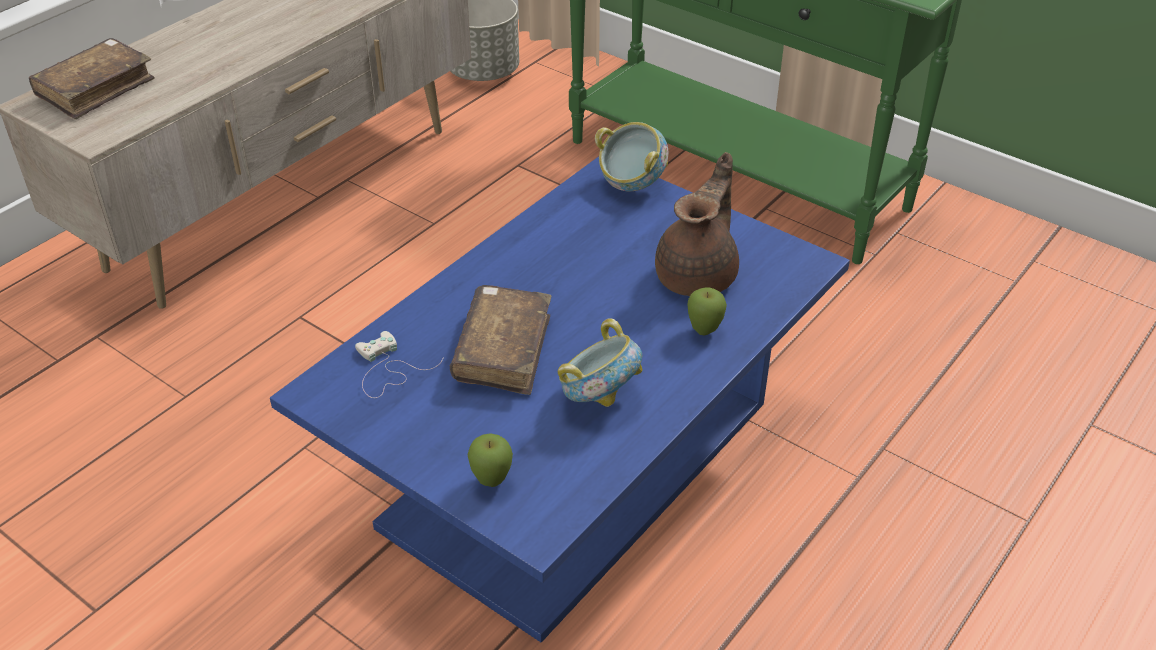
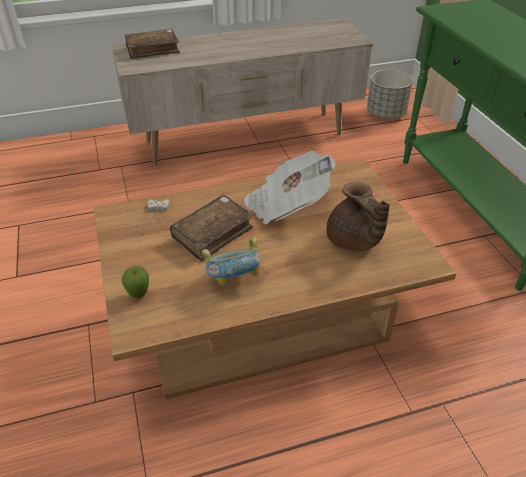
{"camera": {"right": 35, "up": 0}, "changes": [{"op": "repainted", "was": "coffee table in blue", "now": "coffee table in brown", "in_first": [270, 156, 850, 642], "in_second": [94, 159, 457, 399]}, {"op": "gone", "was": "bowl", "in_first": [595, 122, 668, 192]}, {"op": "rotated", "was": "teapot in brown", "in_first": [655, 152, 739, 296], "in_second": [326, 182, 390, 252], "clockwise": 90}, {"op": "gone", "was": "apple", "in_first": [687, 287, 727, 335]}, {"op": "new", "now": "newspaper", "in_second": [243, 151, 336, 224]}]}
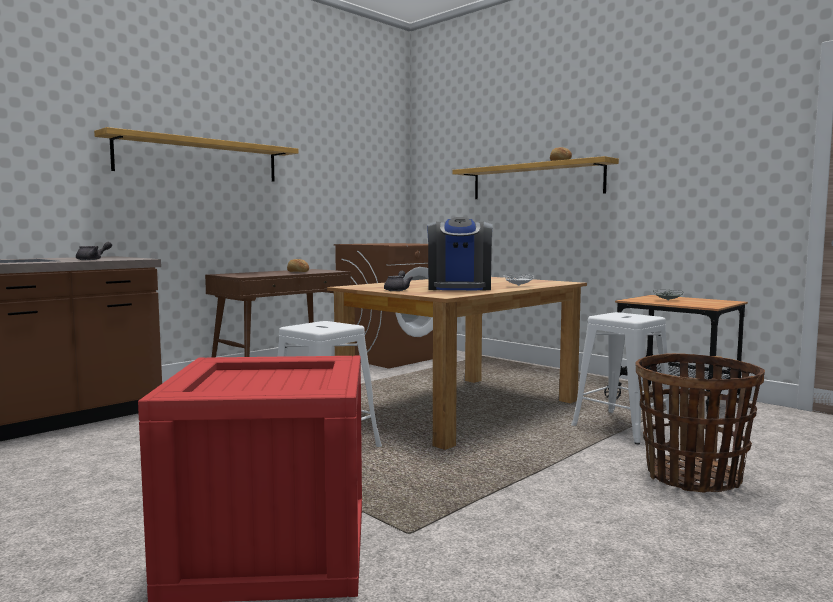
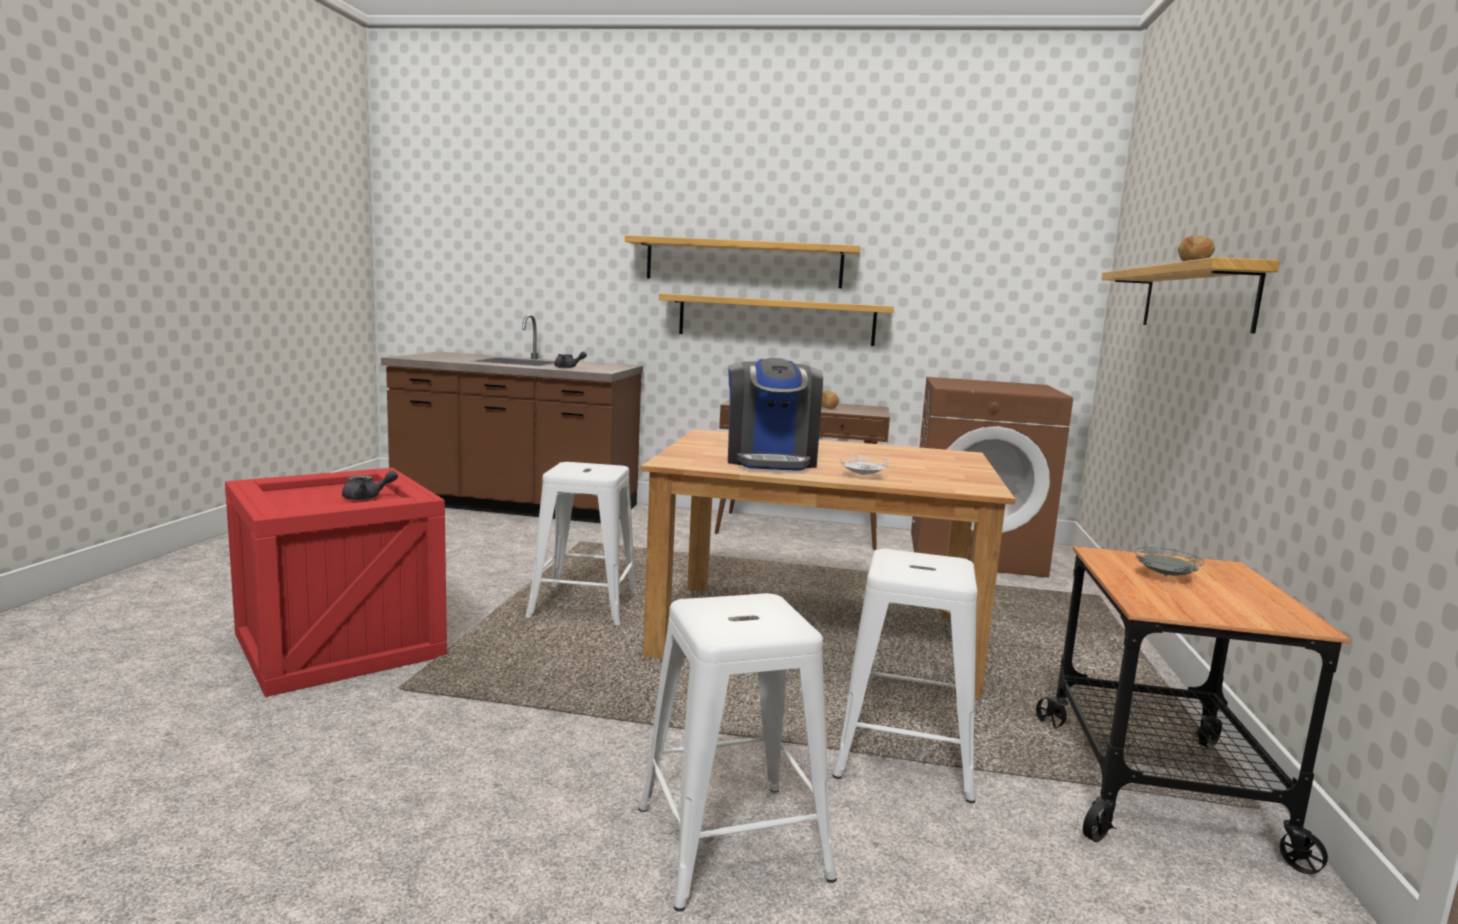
{"camera": {"right": 55, "up": 5}, "changes": [{"op": "shifted", "was": "teapot in grey", "in_first": [384, 271, 413, 291], "in_second": [342, 470, 398, 500]}, {"op": "rotated", "was": "coffee machine", "in_first": [427, 217, 493, 291], "in_second": [728, 358, 823, 471], "clockwise": -60}, {"op": "swapped", "was": "basket", "now": "stool in white", "in_first": [635, 353, 765, 492], "in_second": [638, 593, 837, 912]}, {"op": "new", "now": "shelf", "in_second": [659, 294, 894, 346]}]}
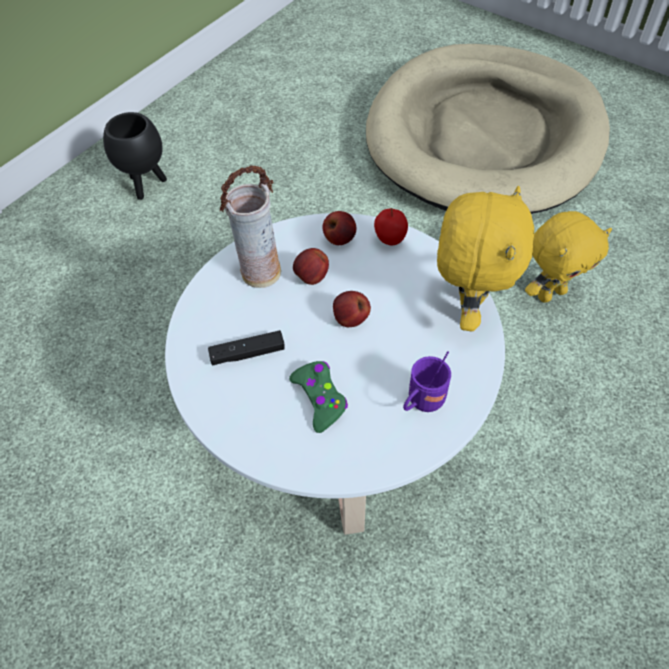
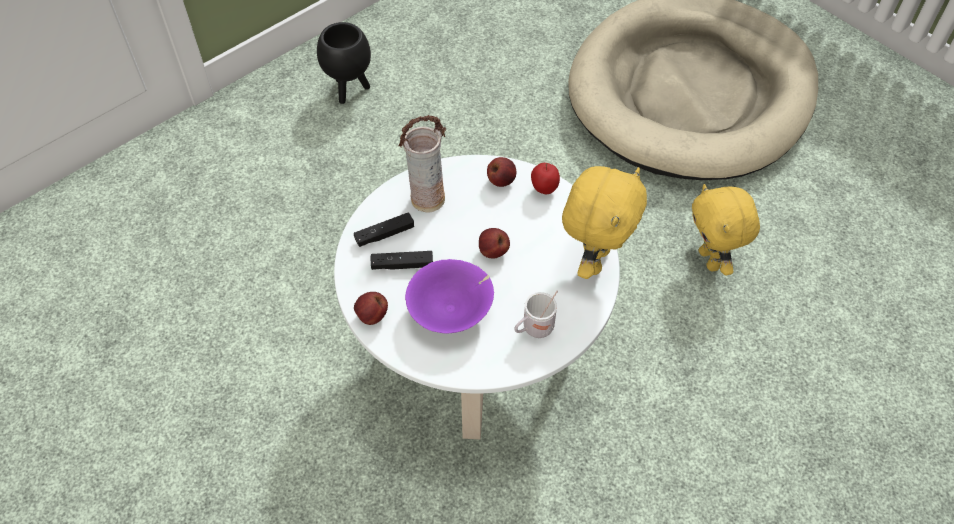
{"camera": {"right": 10, "up": 0}, "changes": [{"op": "swapped", "was": "game controller in green", "now": "bowl in purple", "in_first": [289, 361, 348, 433], "in_second": [405, 259, 494, 333]}, {"op": "shifted", "was": "apple", "in_first": [293, 248, 329, 285], "in_second": [354, 292, 388, 325]}, {"op": "repainted", "was": "mug in purple", "now": "mug in white", "in_first": [403, 351, 451, 412], "in_second": [515, 291, 558, 338]}, {"op": "rotated", "was": "plush toy in yellow", "in_first": [525, 211, 612, 303], "in_second": [692, 184, 760, 276], "clockwise": 90}, {"op": "new", "now": "game controller in black", "in_second": [354, 213, 414, 247]}]}
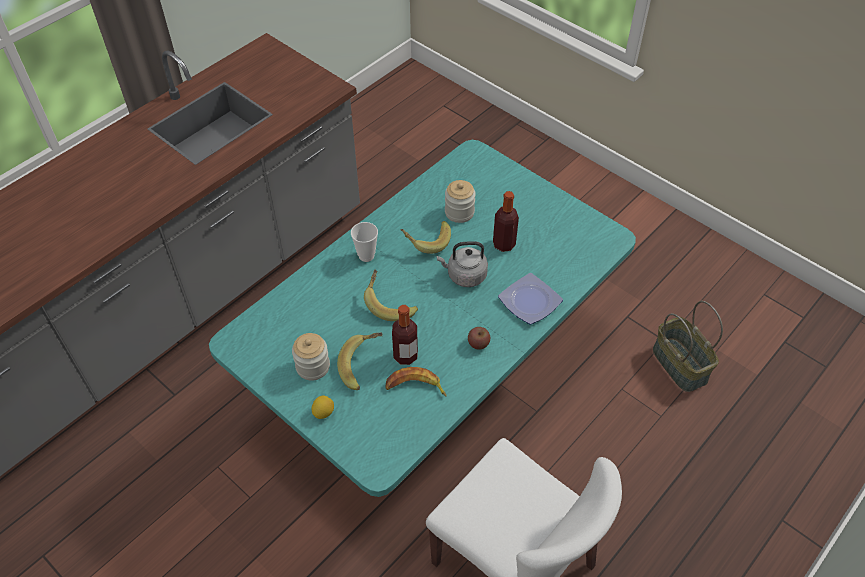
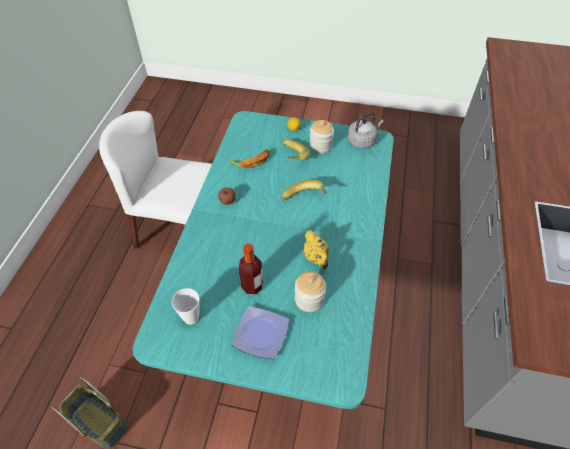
{"camera": {"right": 150, "up": 0}, "changes": [{"op": "shifted", "was": "cup", "in_first": [351, 222, 378, 262], "in_second": [172, 288, 200, 325]}, {"op": "gone", "was": "bottle", "in_first": [392, 305, 418, 365]}, {"op": "swapped", "was": "banana", "now": "teapot in yellow", "in_first": [401, 221, 451, 254], "in_second": [304, 230, 329, 269]}, {"op": "shifted", "was": "kettle in grey", "in_first": [437, 241, 488, 287], "in_second": [348, 112, 384, 148]}, {"op": "shifted", "was": "plate", "in_first": [498, 273, 563, 325], "in_second": [231, 306, 289, 359]}]}
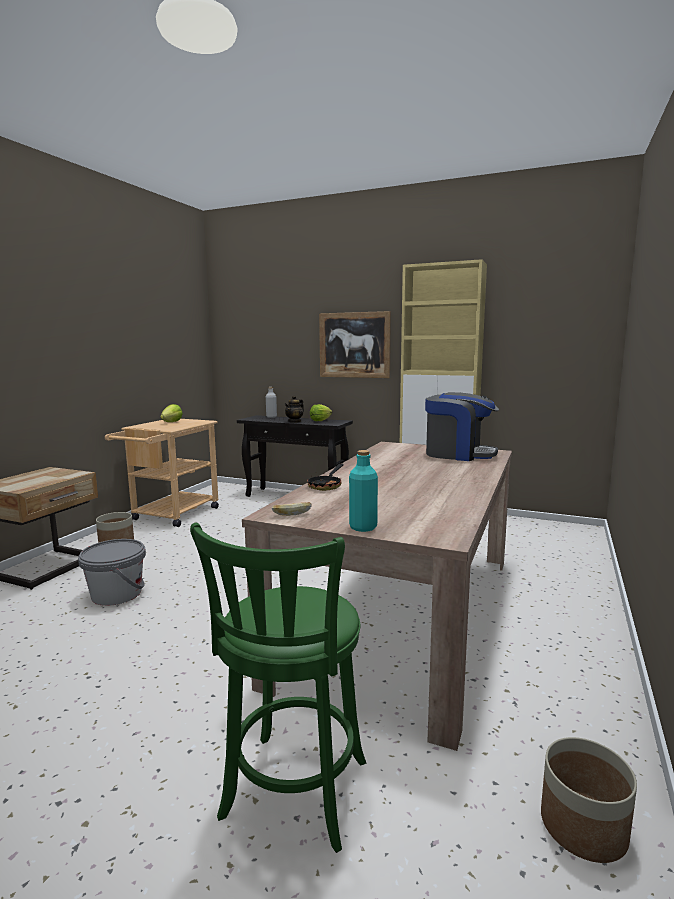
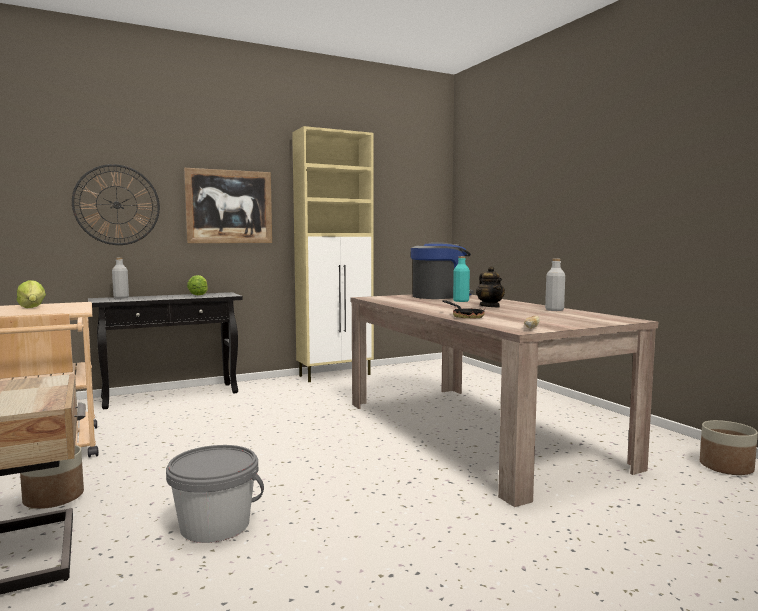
{"camera": {"right": -50, "up": -5}, "changes": [{"op": "gone", "was": "stool in green", "in_first": [190, 523, 366, 853]}, {"op": "shifted", "was": "teapot", "in_first": [284, 395, 304, 423], "in_second": [476, 266, 505, 307]}, {"op": "shifted", "was": "bottle in turquoise", "in_first": [349, 450, 378, 532], "in_second": [453, 256, 470, 302]}, {"op": "new", "now": "wall clock", "in_second": [72, 164, 160, 245]}, {"op": "new", "now": "bottle in grey", "in_second": [545, 259, 565, 311]}]}
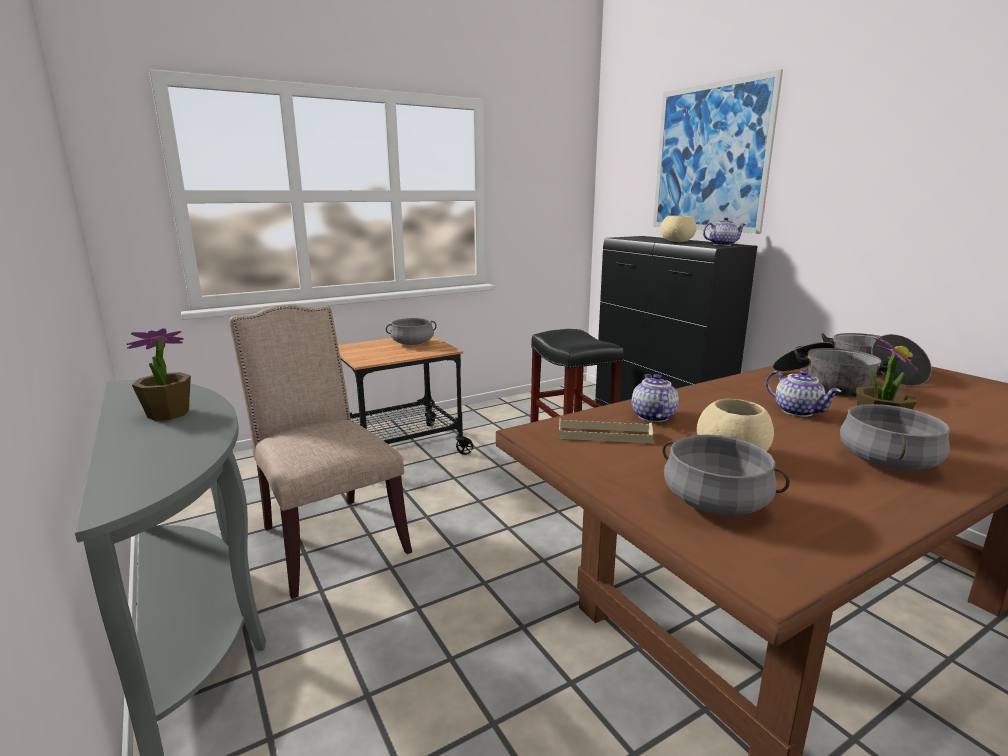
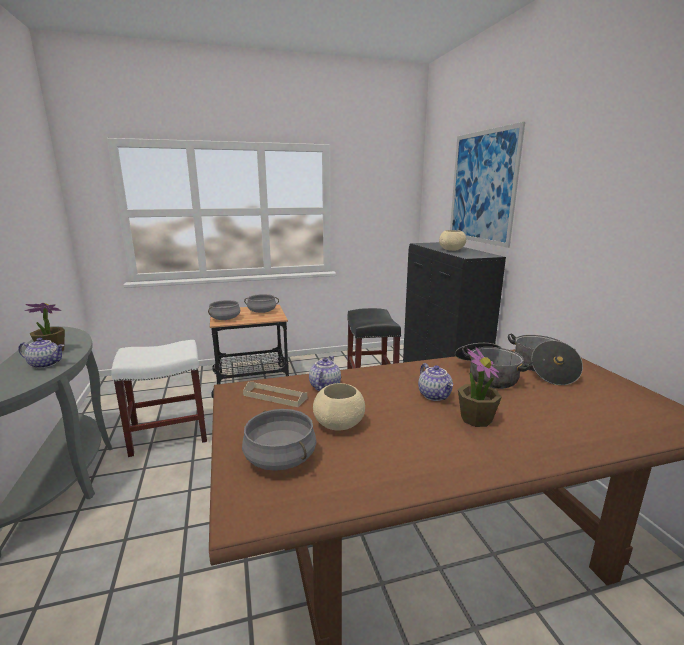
{"camera": {"right": 15, "up": 0}, "changes": [{"op": "swapped", "was": "chair in beige", "now": "stool in white", "in_first": [229, 304, 412, 599], "in_second": [111, 340, 207, 458]}, {"op": "shifted", "was": "teapot", "in_first": [703, 217, 746, 246], "in_second": [18, 338, 64, 369]}, {"op": "shifted", "was": "cooking pot in grey", "in_first": [840, 404, 950, 471], "in_second": [208, 300, 240, 320]}]}
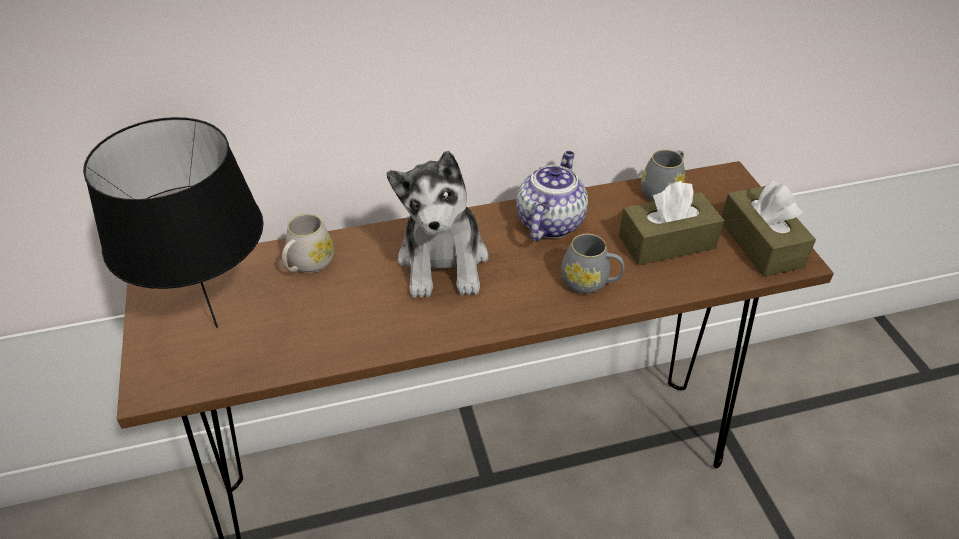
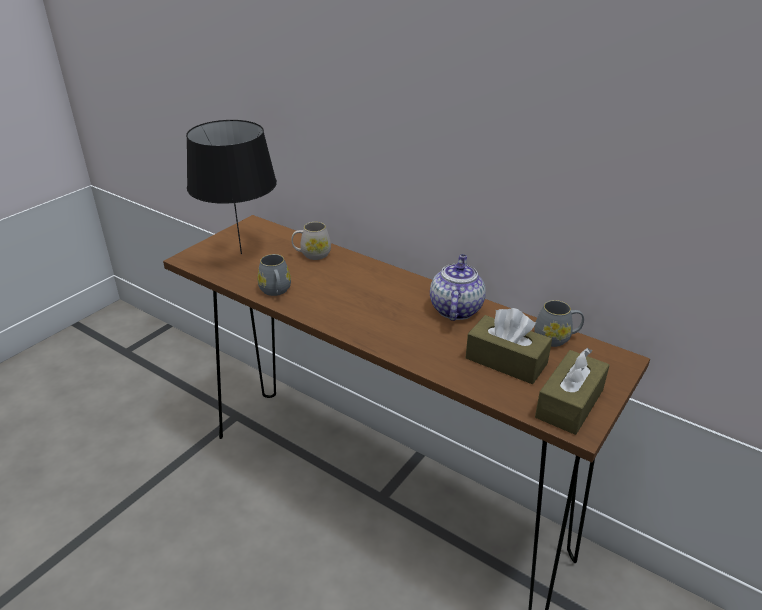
{"camera": {"right": 50, "up": -10}, "changes": [{"op": "gone", "was": "plush toy", "in_first": [387, 151, 489, 298]}, {"op": "rotated", "was": "teapot", "in_first": [516, 151, 588, 241], "in_second": [430, 254, 486, 321], "clockwise": -60}, {"op": "shifted", "was": "mug in grey", "in_first": [561, 234, 625, 294], "in_second": [257, 254, 291, 296]}]}
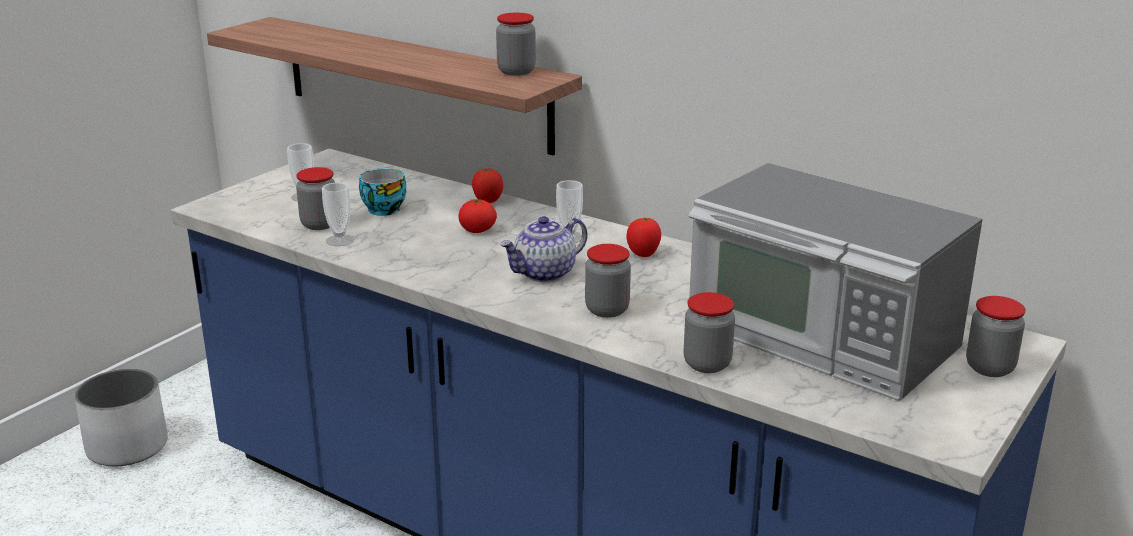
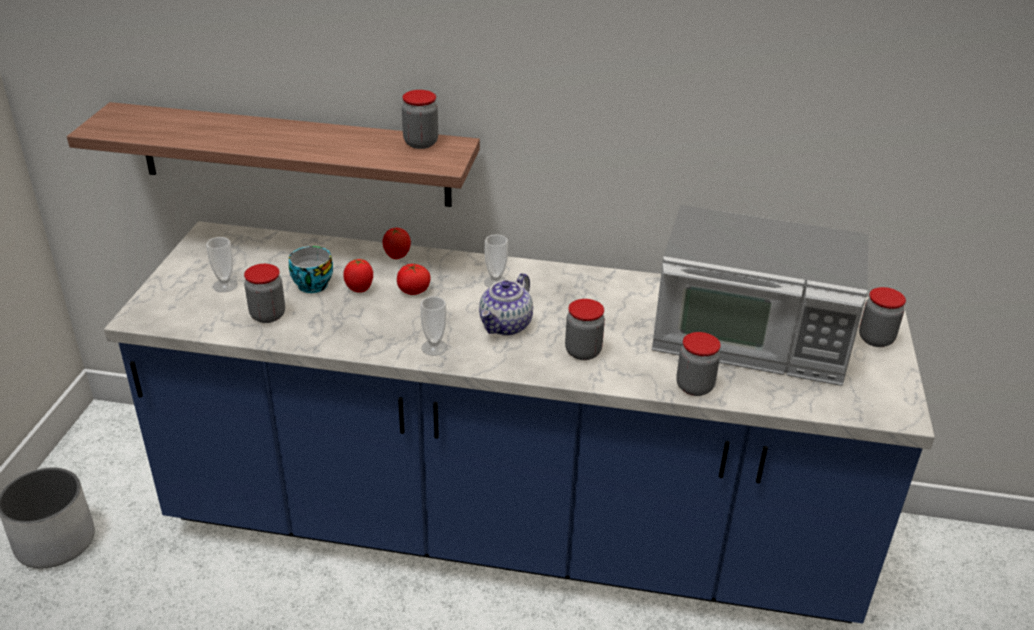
{"camera": {"right": -25, "up": 10}, "changes": [{"op": "shifted", "was": "cup", "in_first": [322, 183, 354, 246], "in_second": [421, 296, 448, 356]}, {"op": "shifted", "was": "tomato", "in_first": [627, 217, 661, 257], "in_second": [343, 259, 373, 293]}]}
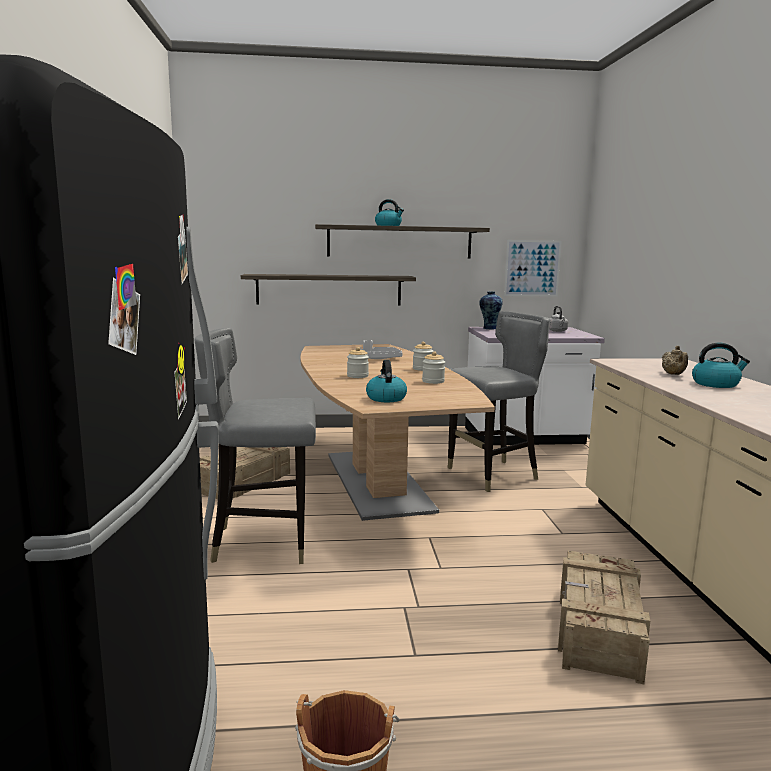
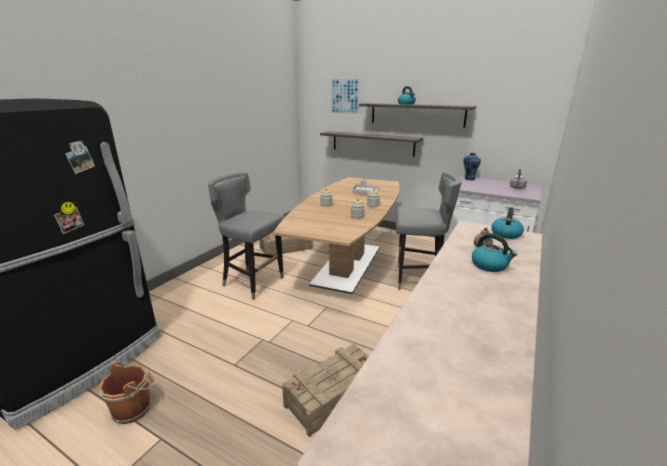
{"camera": {"right": 35, "up": 10}, "changes": [{"op": "shifted", "was": "kettle", "in_first": [366, 360, 407, 402], "in_second": [492, 207, 524, 239]}, {"op": "shifted", "was": "picture", "in_first": [504, 240, 562, 297], "in_second": [330, 77, 361, 115]}]}
